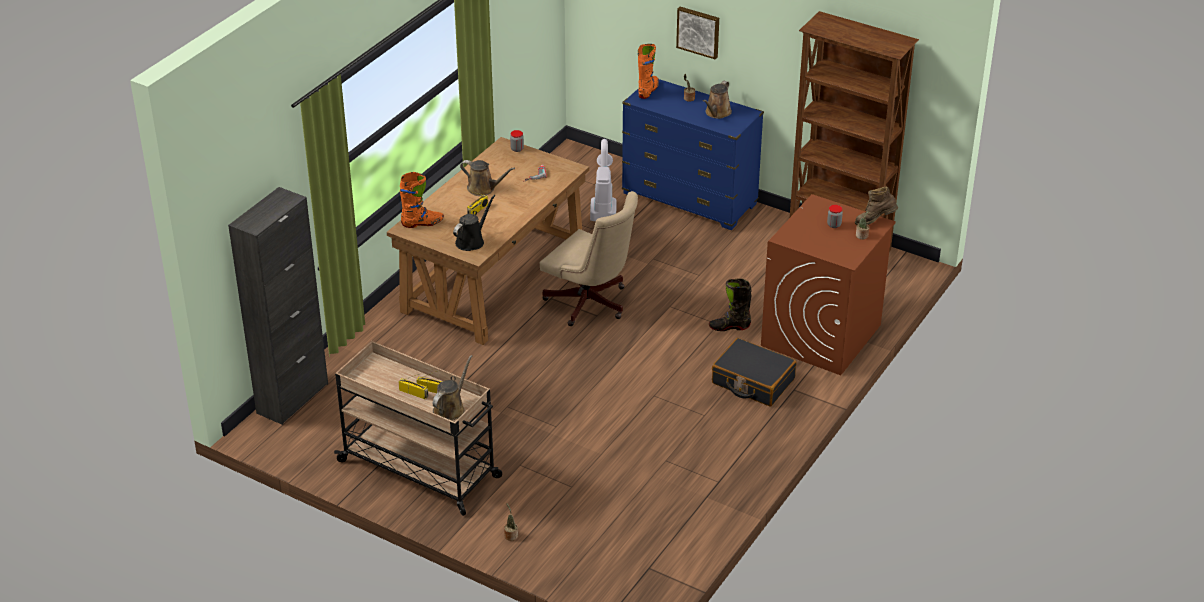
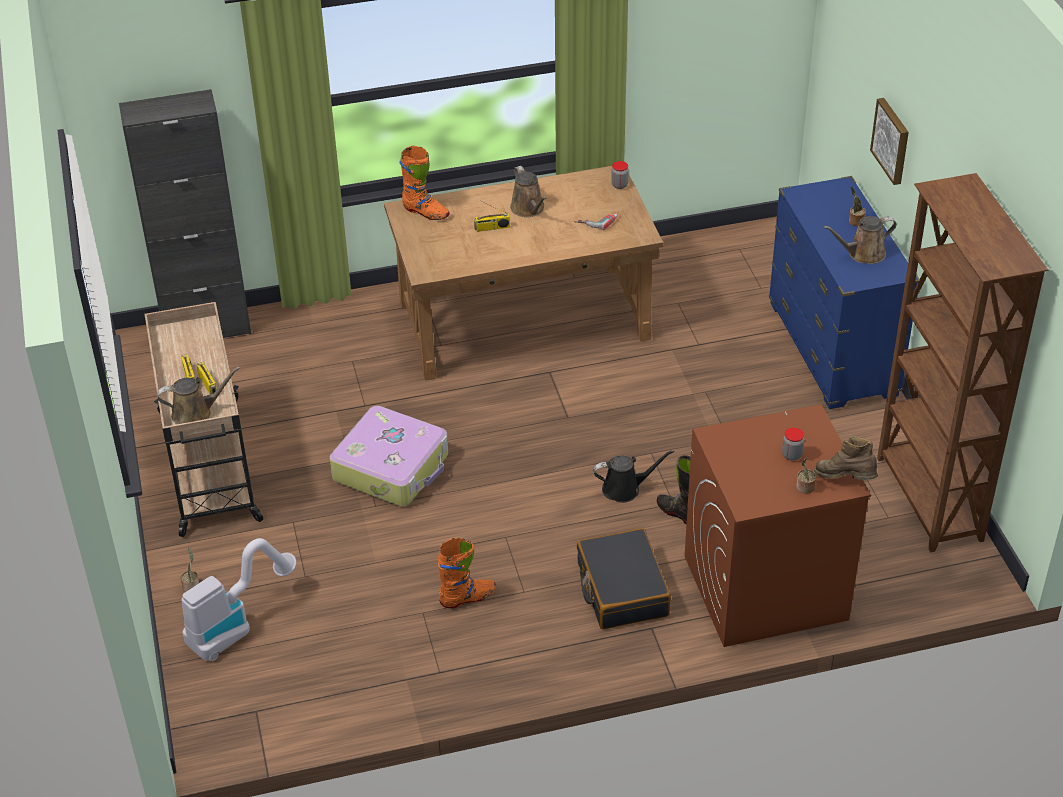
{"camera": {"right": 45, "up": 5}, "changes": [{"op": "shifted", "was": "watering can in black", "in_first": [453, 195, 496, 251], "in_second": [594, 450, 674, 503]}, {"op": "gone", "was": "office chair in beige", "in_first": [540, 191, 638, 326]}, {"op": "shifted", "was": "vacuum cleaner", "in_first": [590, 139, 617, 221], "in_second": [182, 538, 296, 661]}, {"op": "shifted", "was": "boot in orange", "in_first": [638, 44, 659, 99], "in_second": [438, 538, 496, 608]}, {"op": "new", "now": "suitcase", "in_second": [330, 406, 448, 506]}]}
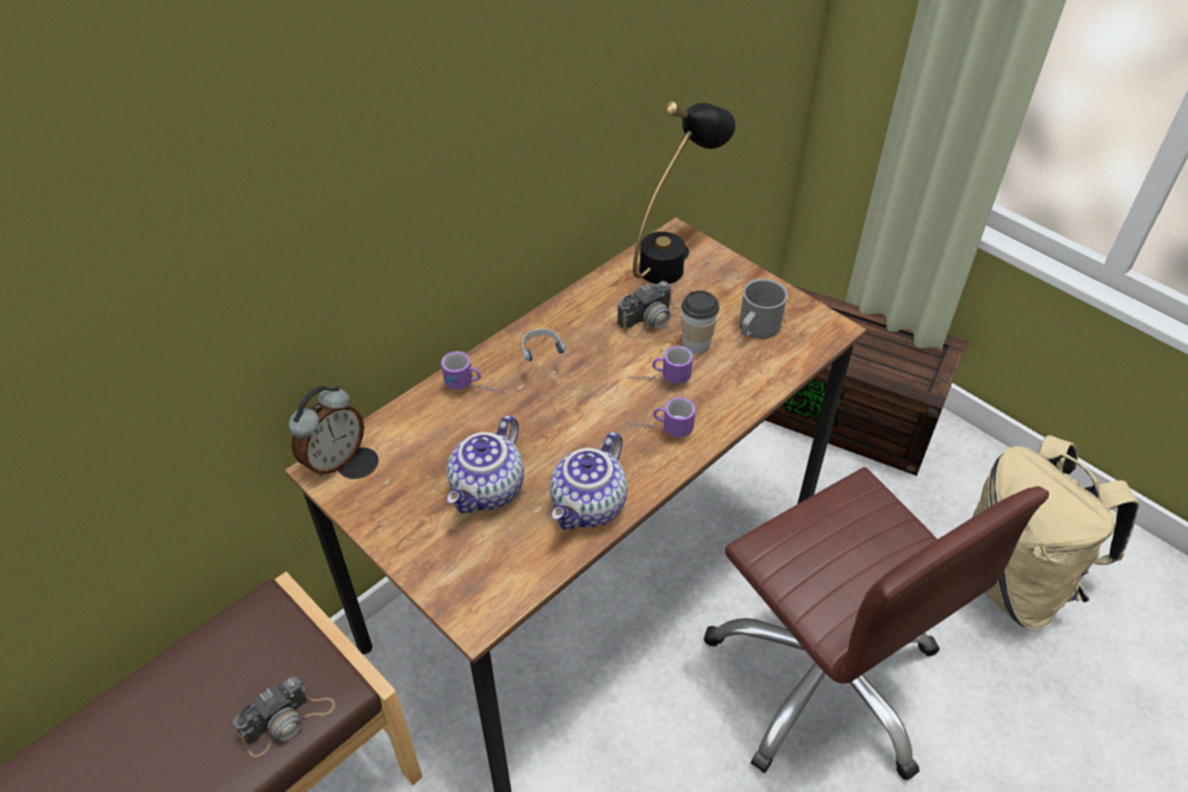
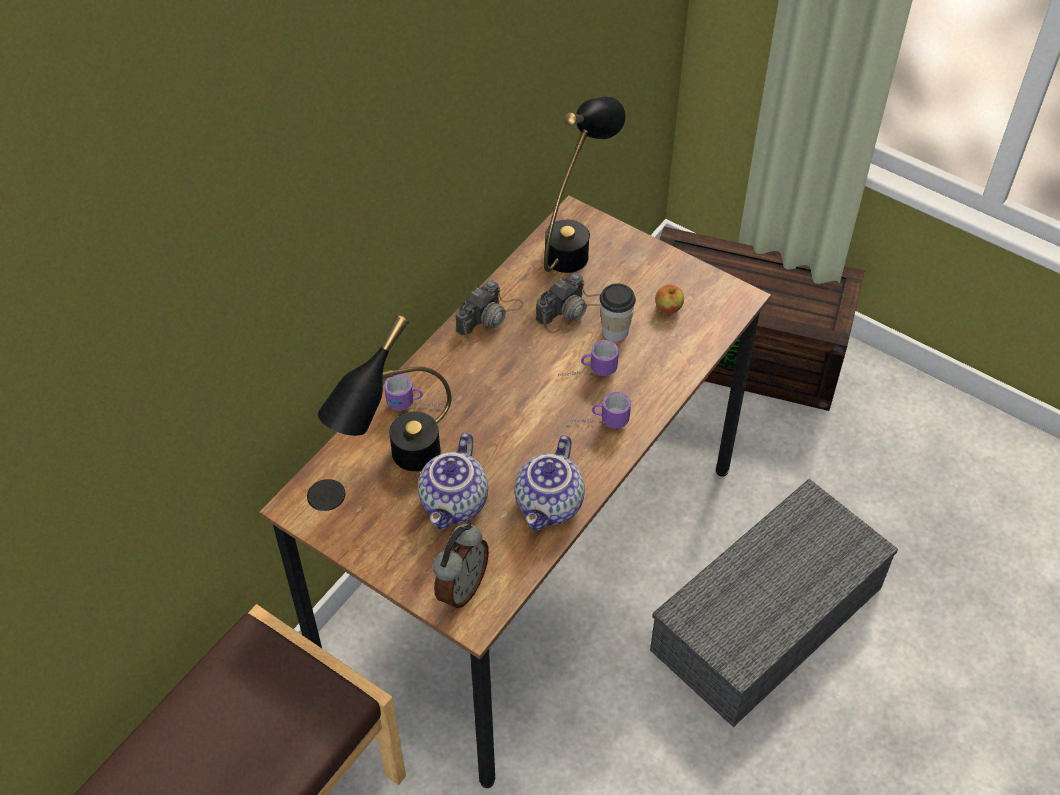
{"camera": {"right": -10, "up": 5}, "changes": [{"op": "shifted", "was": "photo camera", "in_first": [233, 676, 335, 757], "in_second": [456, 280, 524, 343]}, {"op": "shifted", "was": "alarm clock", "in_first": [289, 386, 364, 477], "in_second": [433, 523, 489, 609]}, {"op": "gone", "was": "headphones", "in_first": [522, 329, 618, 414]}, {"op": "swapped", "was": "office chair in brown", "now": "storage box in grey", "in_first": [704, 467, 1049, 780], "in_second": [650, 479, 898, 727]}, {"op": "swapped", "was": "mug in grey", "now": "apple", "in_first": [739, 279, 788, 339], "in_second": [655, 285, 684, 314]}, {"op": "gone", "was": "backpack in beige", "in_first": [972, 435, 1139, 629]}, {"op": "new", "now": "table lamp in black", "in_second": [317, 315, 452, 471]}]}
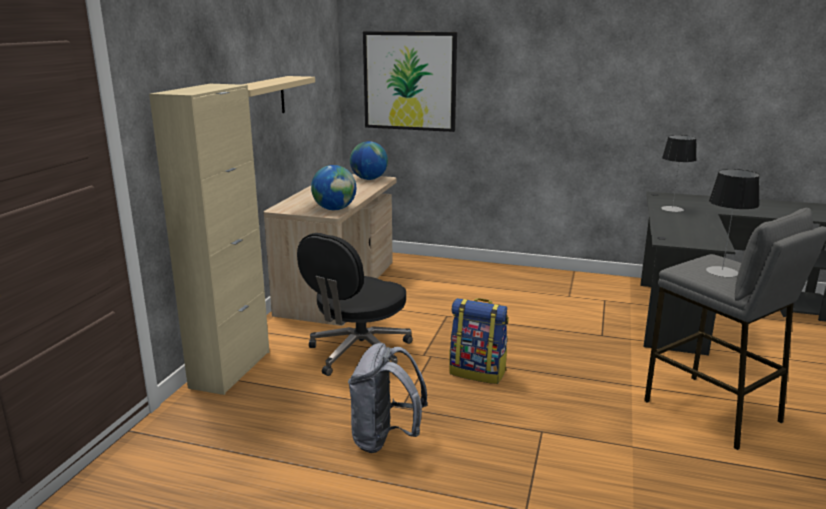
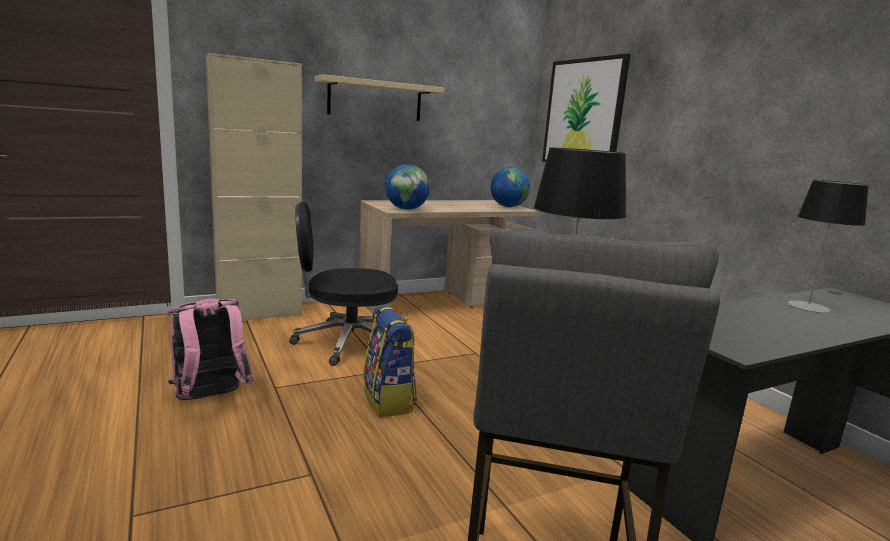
{"camera": {"right": 45, "up": -5}, "changes": [{"op": "repainted", "was": "backpack in grey", "now": "backpack in pink", "in_first": [348, 343, 428, 453], "in_second": [168, 298, 254, 400]}]}
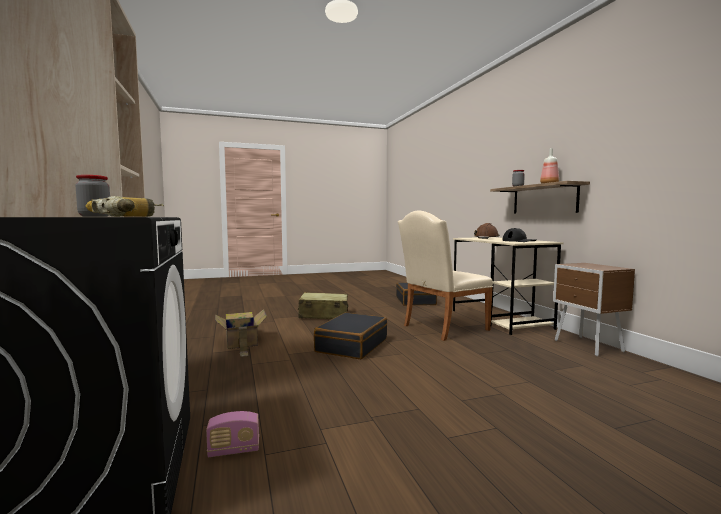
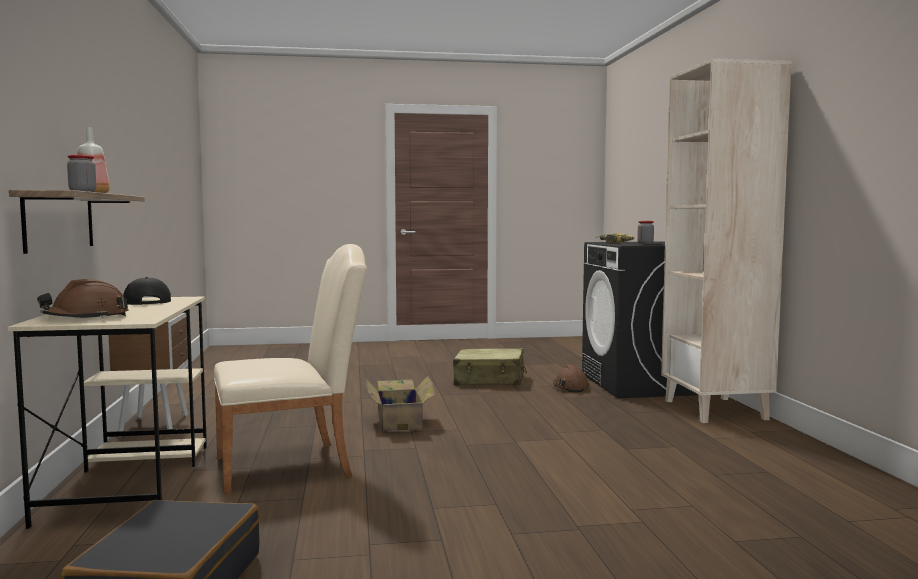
{"camera": {"right": -170, "up": 0}, "changes": [{"op": "swapped", "was": "radio", "now": "hard hat in brown", "in_first": [206, 411, 259, 457], "in_second": [553, 364, 590, 393]}, {"op": "shifted", "was": "cardboard box", "in_first": [215, 309, 267, 357], "in_second": [365, 376, 436, 431]}, {"op": "shifted", "was": "suitcase in beige", "in_first": [298, 292, 348, 319], "in_second": [453, 348, 527, 386]}, {"op": "gone", "was": "suitcase in black", "in_first": [314, 313, 387, 359]}]}
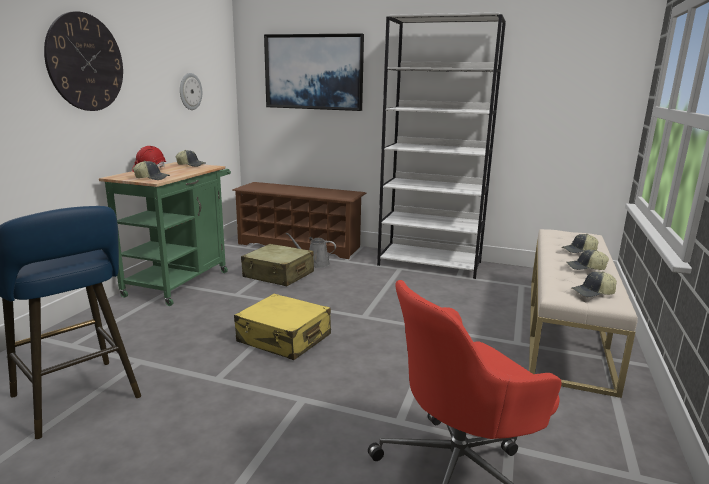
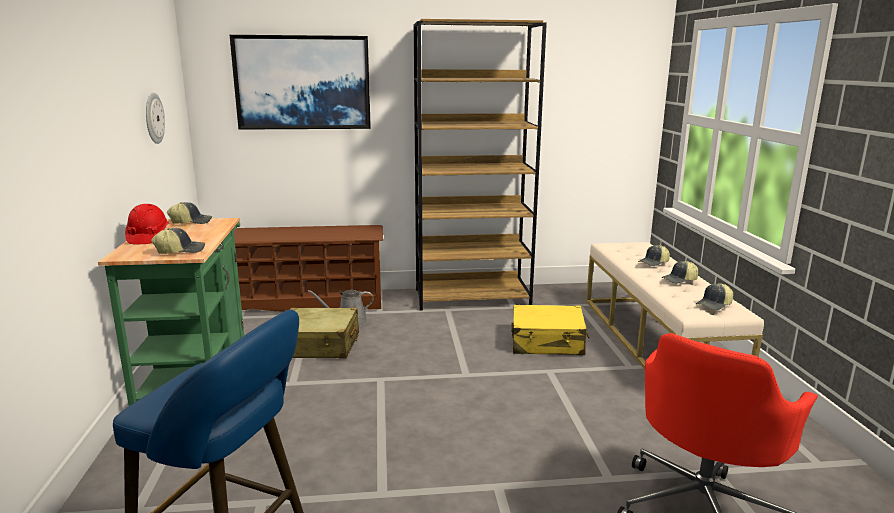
{"camera": {"right": -25, "up": 0}, "changes": [{"op": "gone", "was": "wall clock", "in_first": [44, 12, 123, 111]}, {"op": "shifted", "was": "suitcase in yellow", "in_first": [234, 294, 331, 360], "in_second": [511, 305, 590, 355]}, {"op": "repainted", "was": "bookcase in white", "now": "bookcase in brown", "in_first": [377, 12, 506, 279], "in_second": [414, 19, 547, 311]}]}
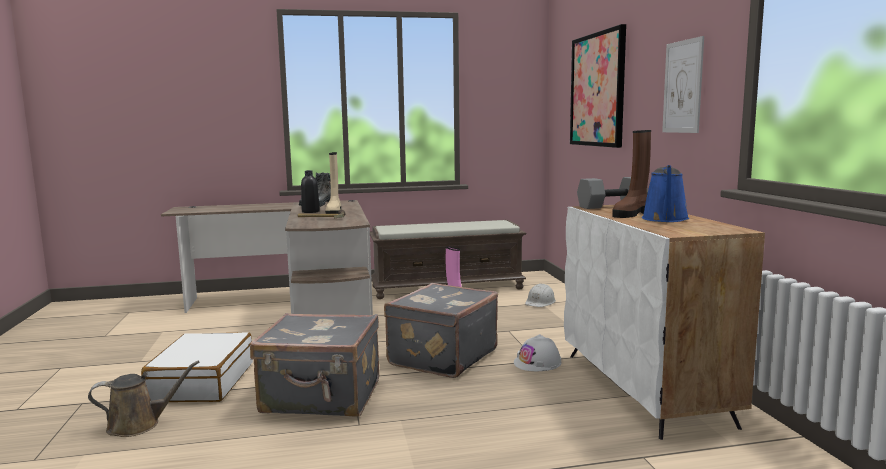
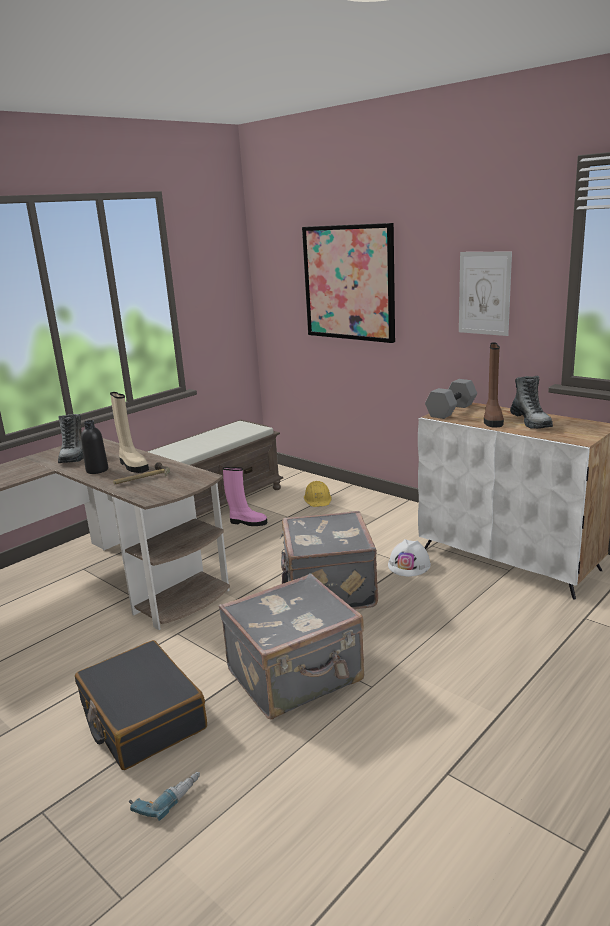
{"camera": {"right": -35, "up": 10}, "changes": [{"op": "swapped", "was": "watering can in brown", "now": "power drill", "in_first": [88, 361, 199, 437], "in_second": [129, 772, 200, 821]}, {"op": "repainted", "was": "suitcase in white", "now": "suitcase in black", "in_first": [141, 332, 253, 402], "in_second": [75, 640, 207, 770]}, {"op": "repainted", "was": "hard hat in white", "now": "hard hat in yellow", "in_first": [525, 284, 556, 307], "in_second": [304, 481, 332, 507]}, {"op": "swapped", "was": "watering can in blue", "now": "boot", "in_first": [642, 165, 689, 222], "in_second": [510, 376, 553, 429]}]}
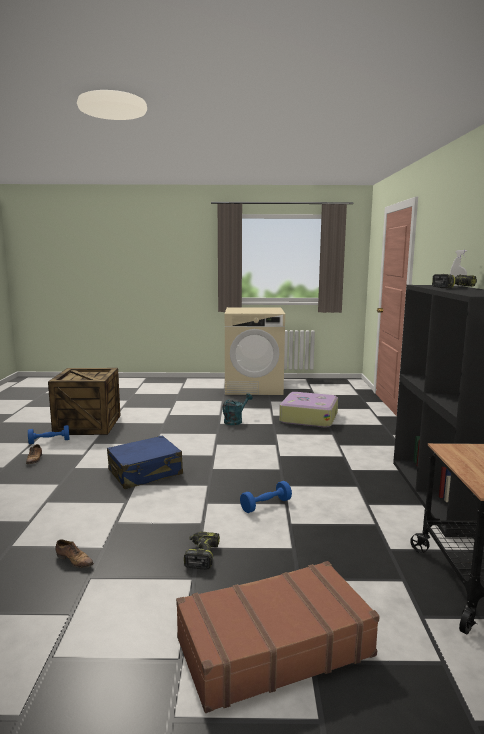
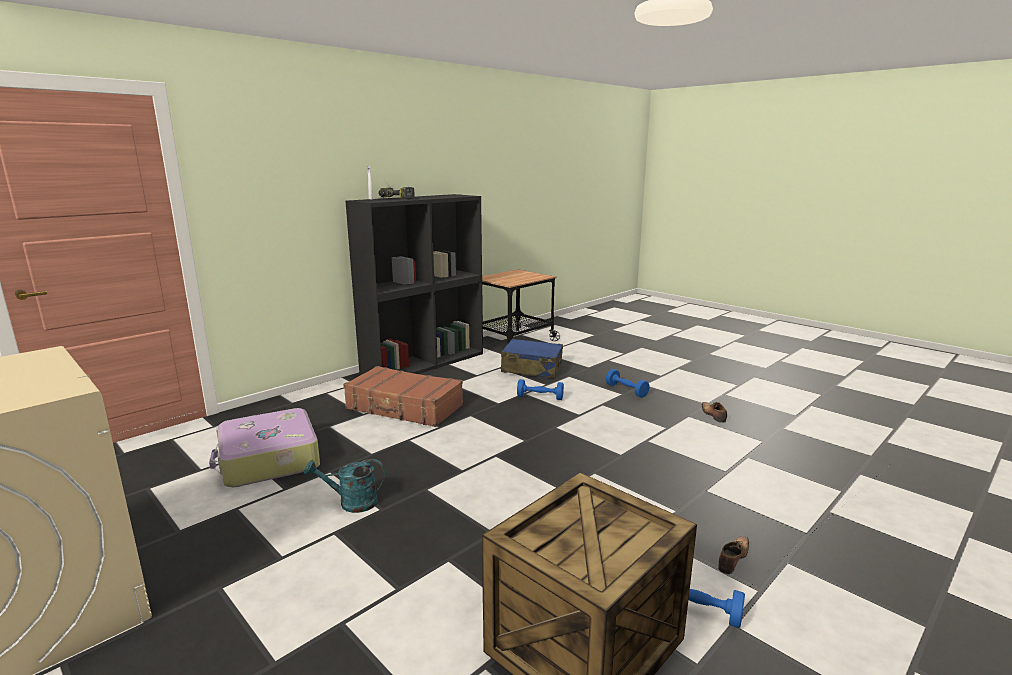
{"camera": {"right": -135, "up": 5}, "changes": [{"op": "shifted", "was": "suitcase in blue", "in_first": [107, 436, 183, 489], "in_second": [501, 339, 563, 378]}, {"op": "shifted", "was": "suitcase in brown", "in_first": [176, 561, 380, 713], "in_second": [343, 366, 463, 427]}, {"op": "swapped", "was": "power drill", "now": "dumbbell in blue", "in_first": [184, 531, 220, 570], "in_second": [606, 369, 650, 398]}]}
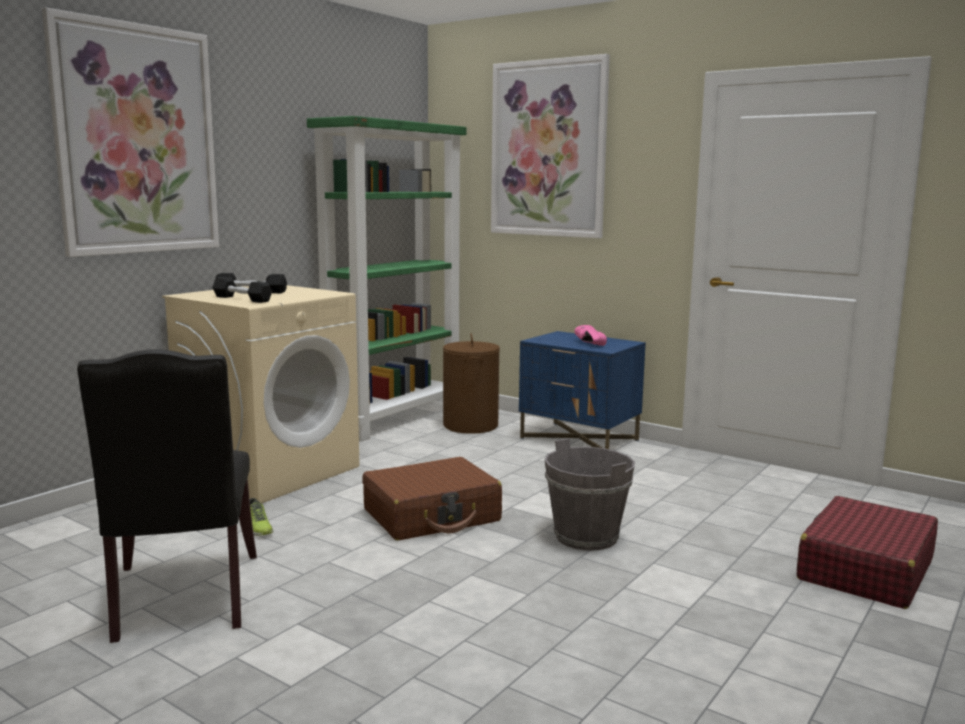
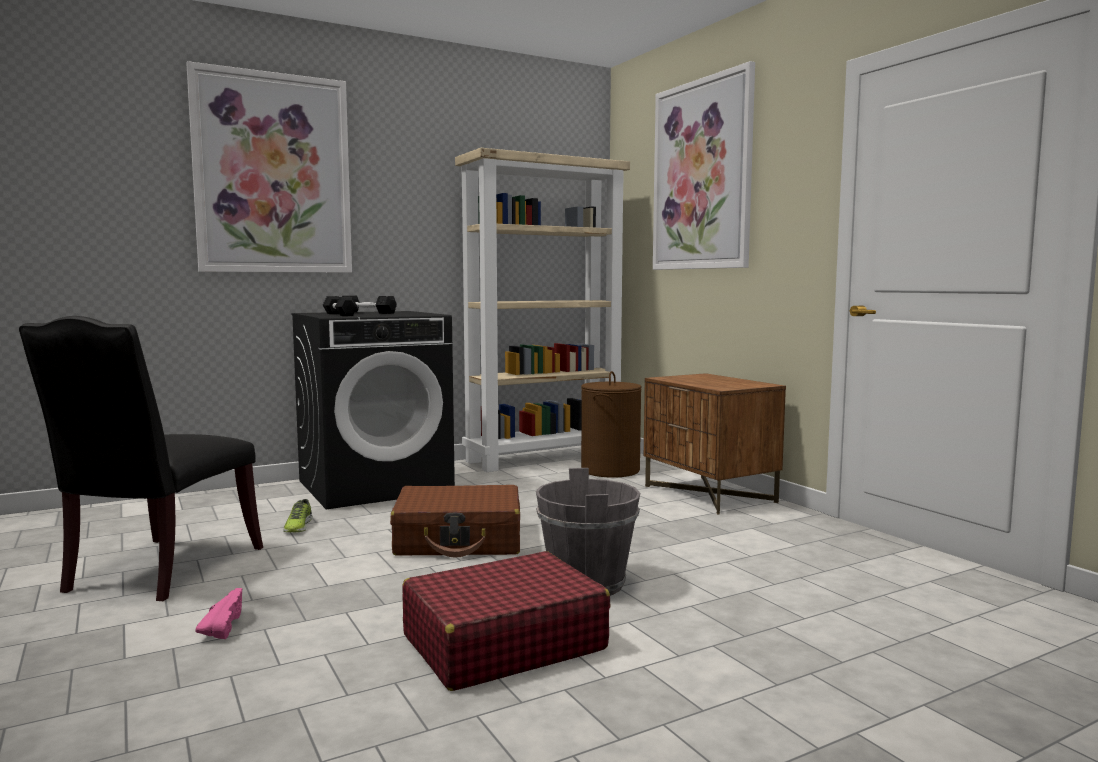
{"camera": {"right": 25, "up": -5}, "changes": [{"op": "repainted", "was": "washing machine in beige", "now": "washing machine in black", "in_first": [162, 285, 359, 503], "in_second": [292, 311, 455, 509]}, {"op": "repainted", "was": "bookcase in green", "now": "bookcase in beige", "in_first": [307, 116, 466, 442], "in_second": [455, 148, 630, 472]}, {"op": "repainted", "was": "nightstand in blue", "now": "nightstand in brown", "in_first": [519, 331, 646, 449], "in_second": [644, 373, 786, 514]}, {"op": "shifted", "was": "shoe in pink", "in_first": [574, 325, 607, 346], "in_second": [195, 588, 242, 639]}, {"op": "shifted", "was": "suitcase in red", "in_first": [797, 496, 938, 609], "in_second": [402, 551, 610, 691]}]}
